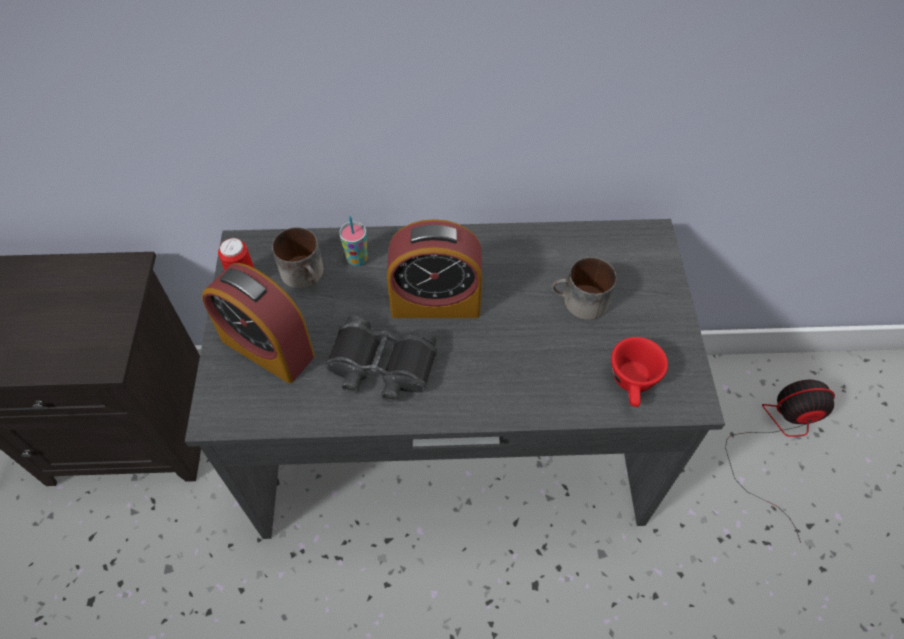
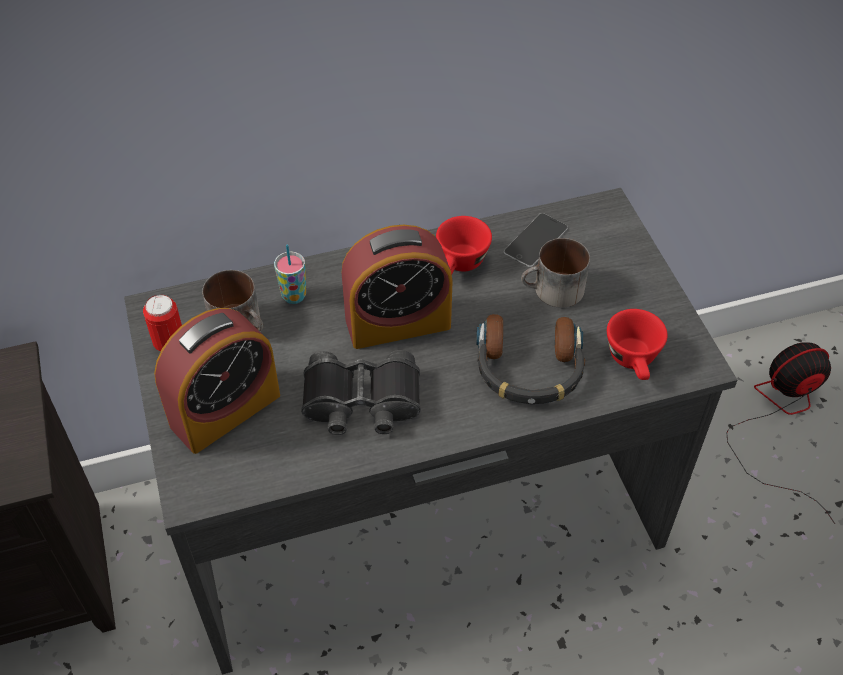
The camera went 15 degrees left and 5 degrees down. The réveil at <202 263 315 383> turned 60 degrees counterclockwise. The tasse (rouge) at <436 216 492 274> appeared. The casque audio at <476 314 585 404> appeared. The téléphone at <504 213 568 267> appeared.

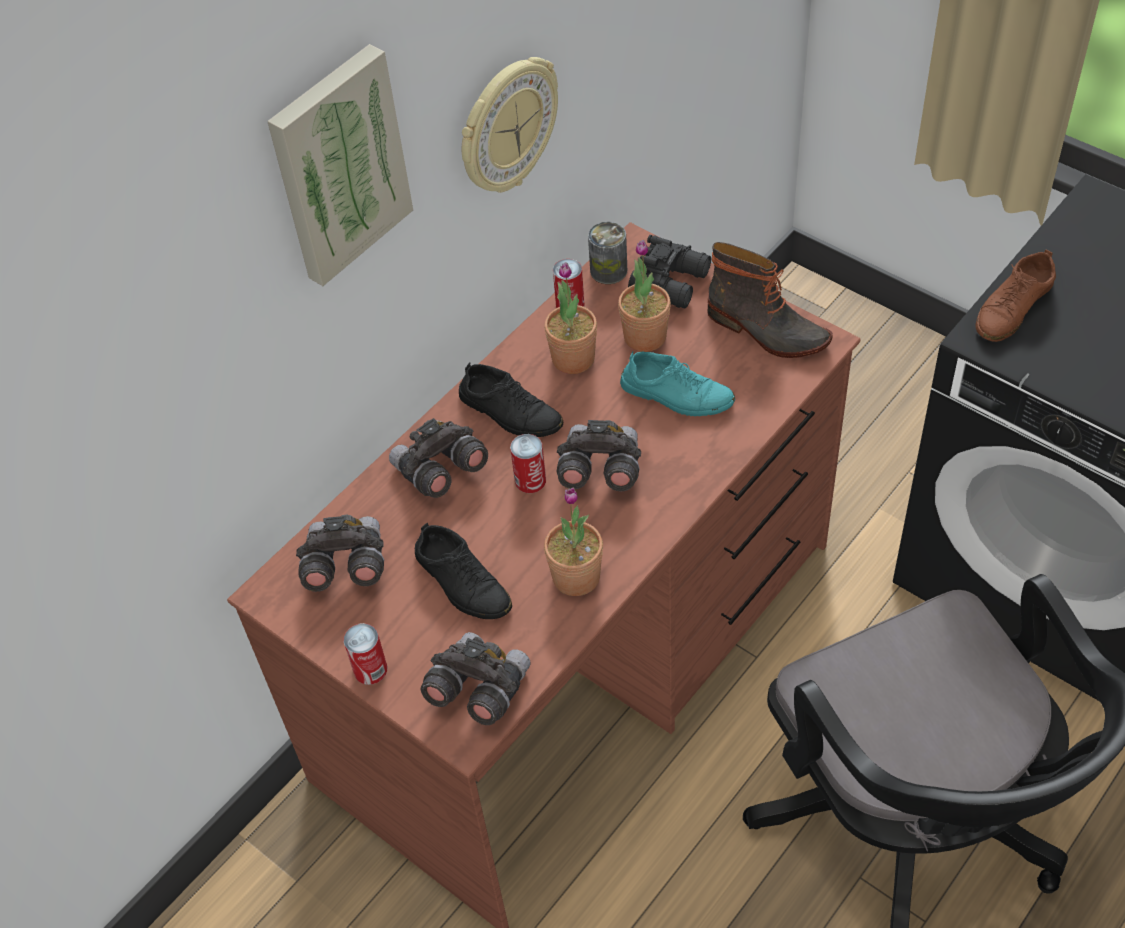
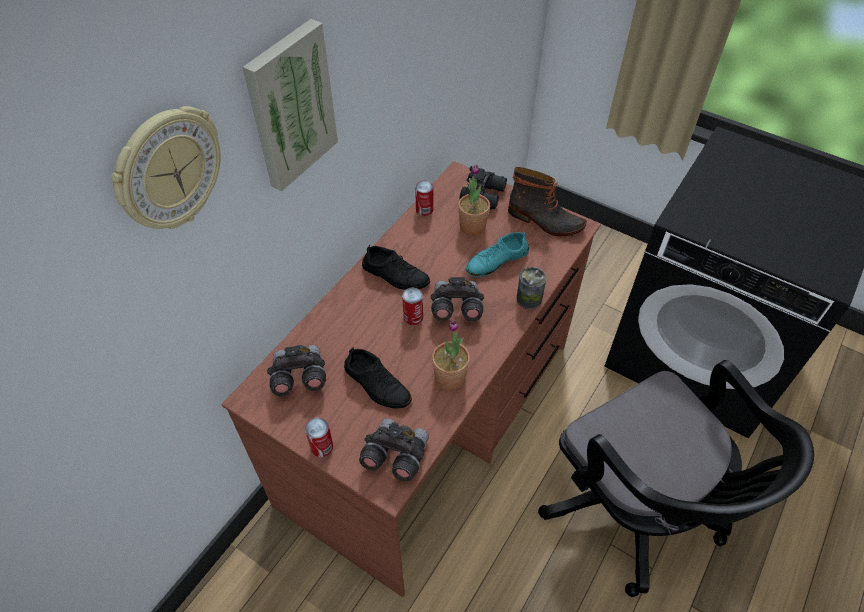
The camera went 10 degrees left and 0 degrees up. The horloge murale moved from <462 57 558 193> to <111 106 221 229>. The chaussure (turquoise) at <620 351 735 416> turned 135 degrees clockwise. The boîte métallique moved from <588 221 627 284> to <517 267 547 309>. The jumelles (gris) at <389 418 488 498> disappeared. The plante en pot at <544 262 597 374> disappeared. The chaussure (marron) at <976 250 1056 342> disappeared.

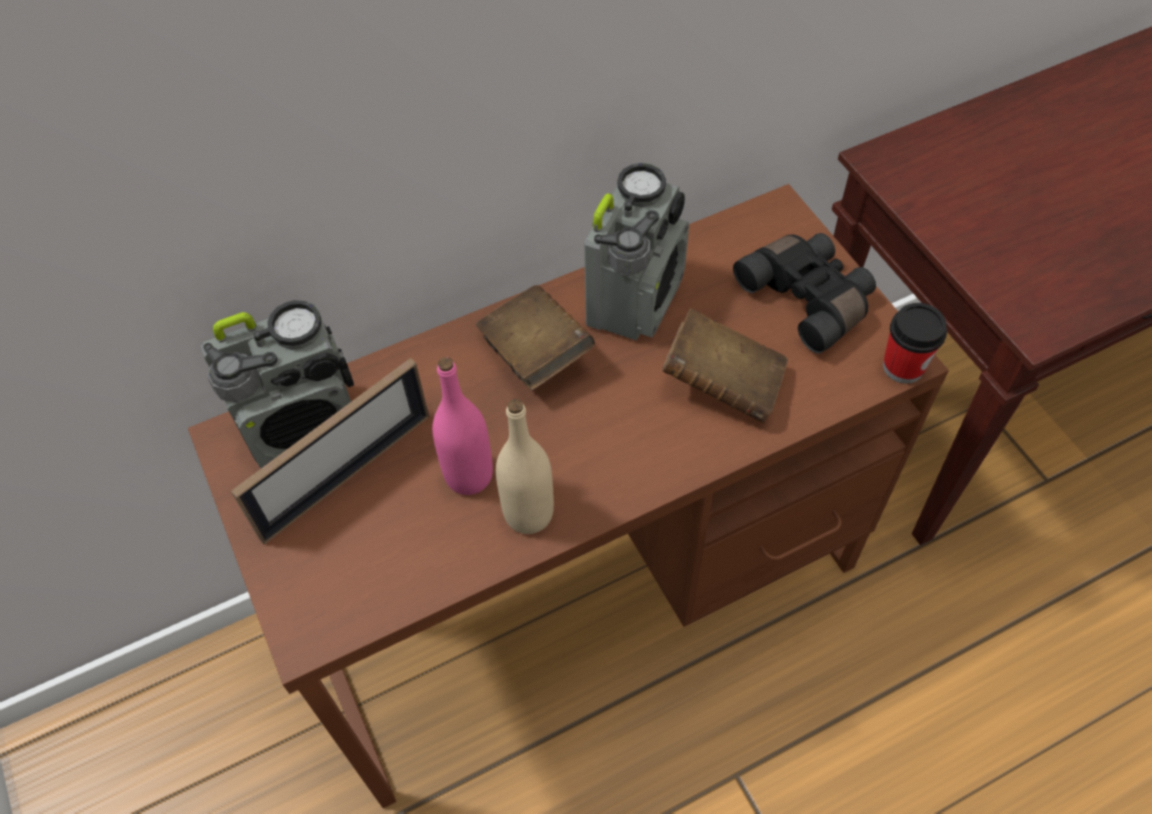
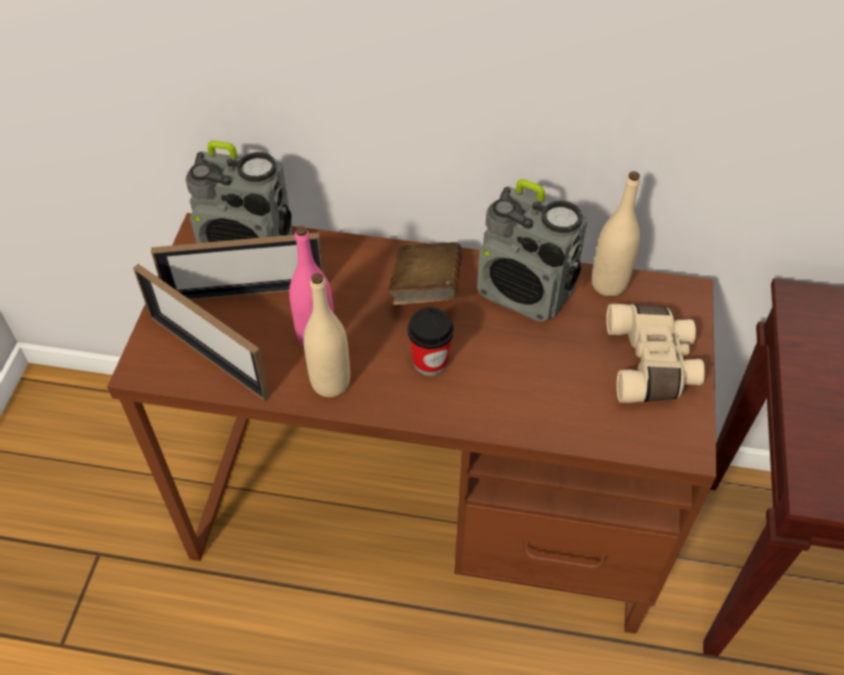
The camera went 35 degrees right and 5 degrees down. The cadre photo at <133 264 270 401> appeared. The tasse moved from <883 303 947 384> to <408 307 454 376>. The radio at <584 163 689 340> turned 60 degrees clockwise. The bouteille (beige) at <592 171 640 297> appeared. The jumelles (noir) at <733 233 876 354> became the jumelles (beige) at <606 304 705 403>. The livre (marron) at <662 309 788 423> disappeared.

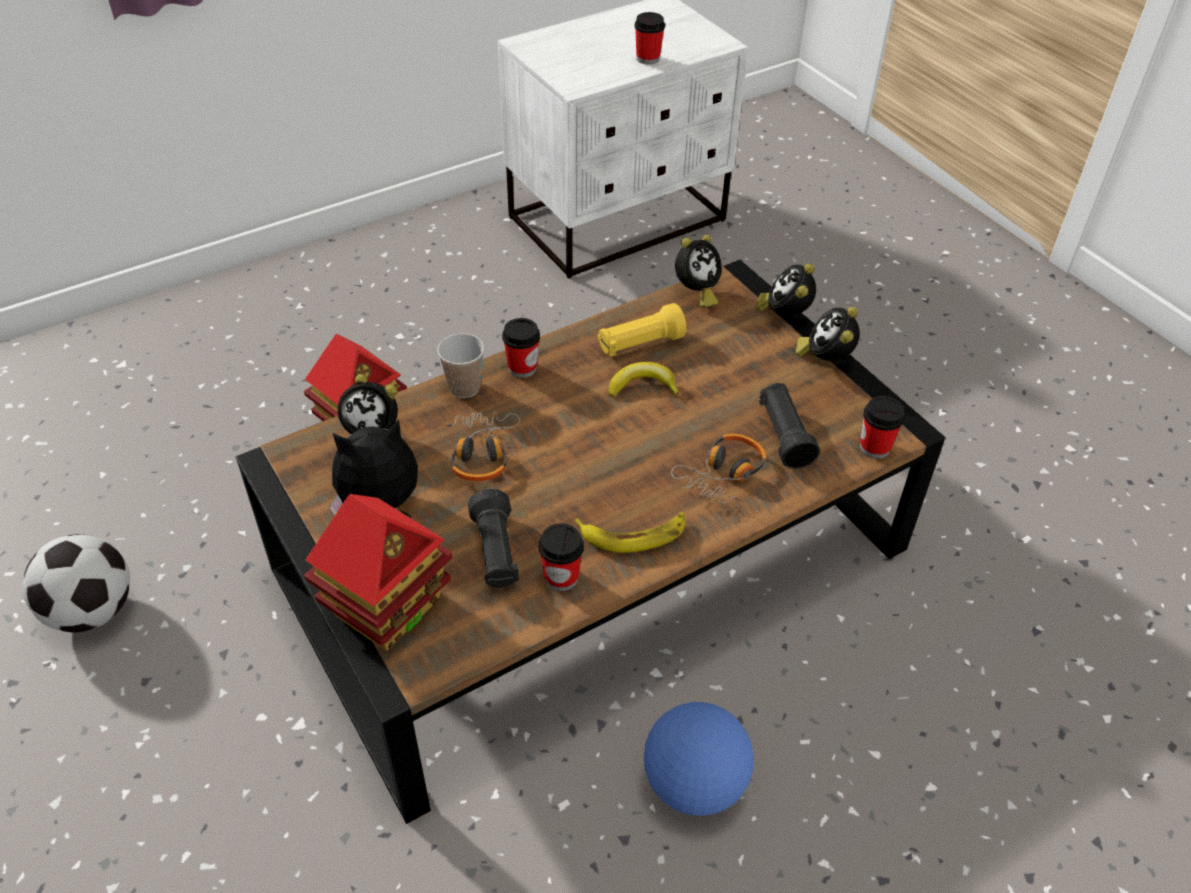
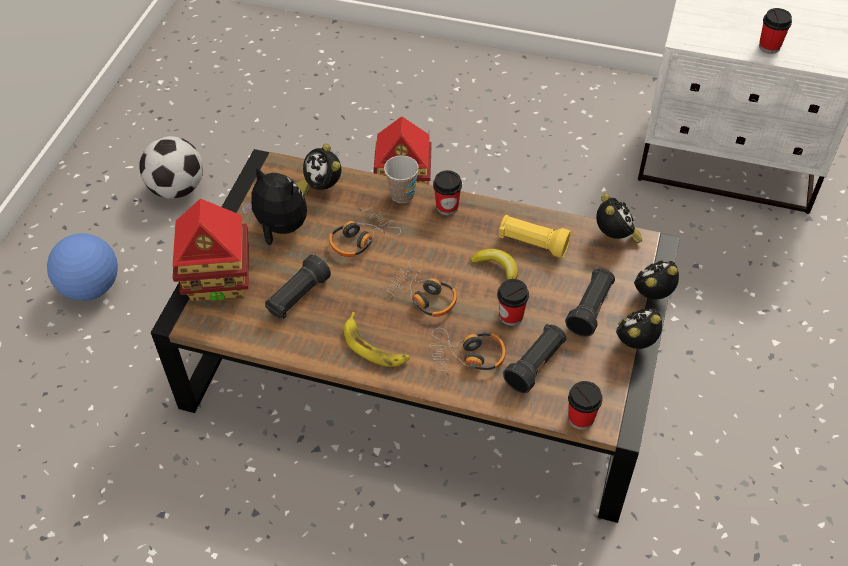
The camera went 50 degrees right and 5 degrees up. The ballon de foot moved from <644 702 754 816> to <47 233 118 301>. The casque audio at <387 260 457 317> appeared. The tasse moved from <539 523 584 591> to <497 279 529 326>. The lampe de poche (noir) at <565 268 615 337> appeared. The réveil at <675 235 722 308> turned 105 degrees counterclockwise.

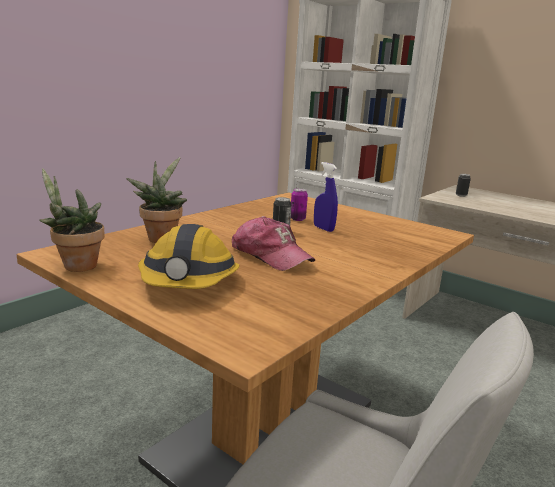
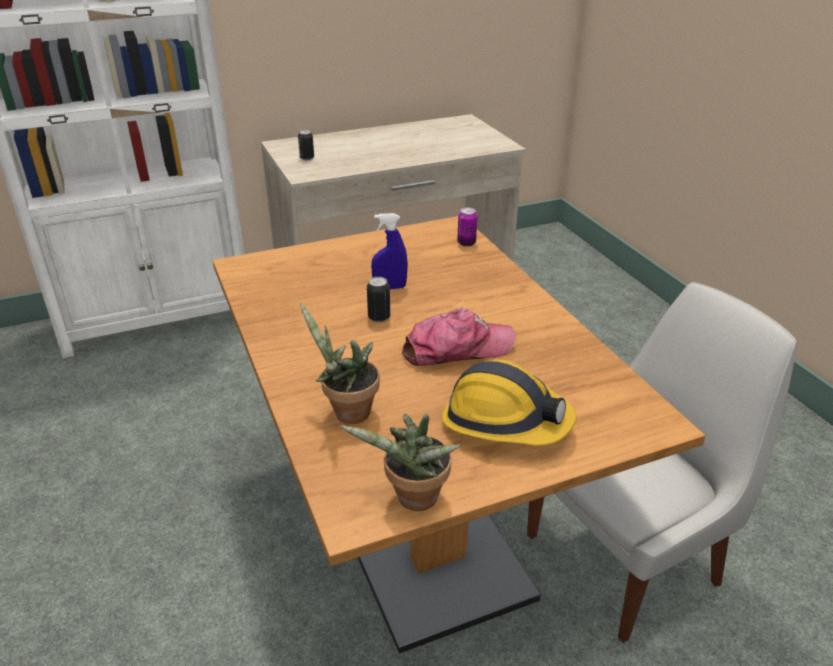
The camera went 60 degrees left and 15 degrees up. The boîte métallique moved from <291 188 308 221> to <457 208 477 247>.

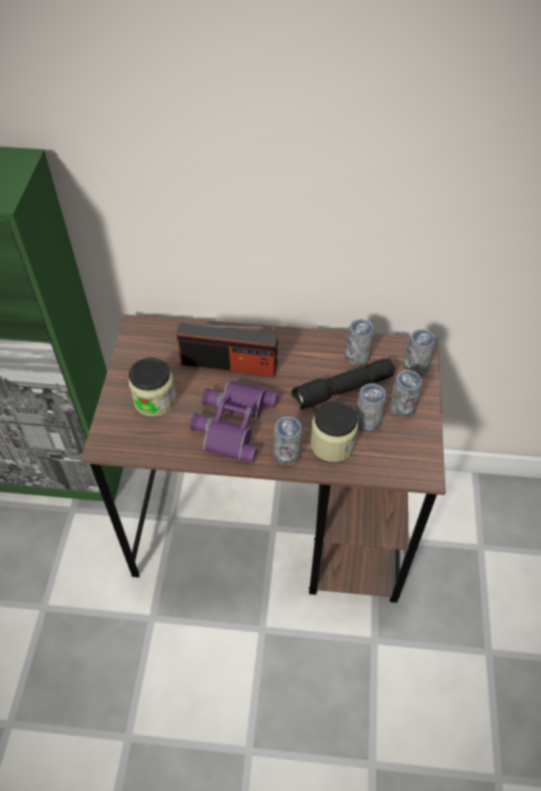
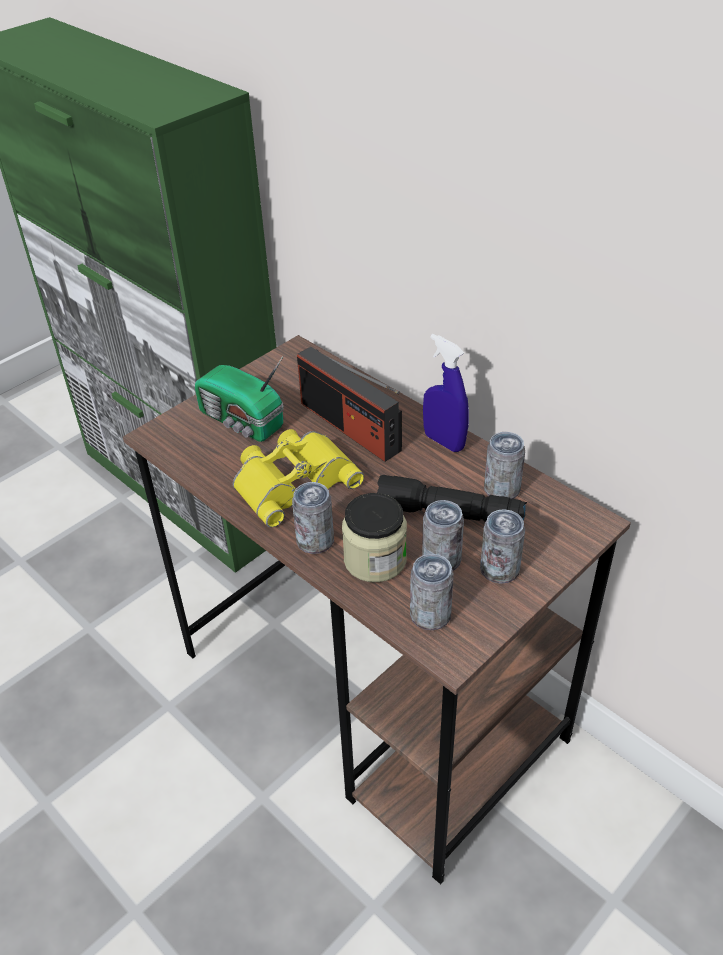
The camera went 40 degrees right and 10 degrees down. The bocal at <129 358 176 417> was replaced by the radio at <195 356 284 442>. The jumelles (violet) at <190 380 279 463> became the jumelles (jaune) at <233 429 364 528>. The boîte métallique moved from <403 329 435 375> to <410 554 454 630>. The vaporisateur (bleu) at <423 334 469 452> appeared.

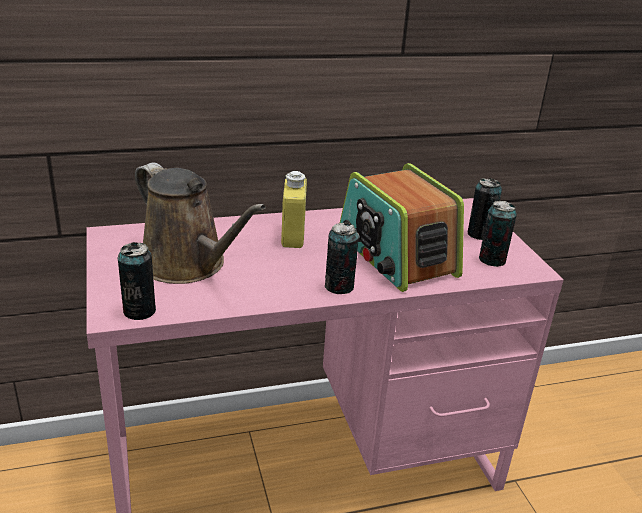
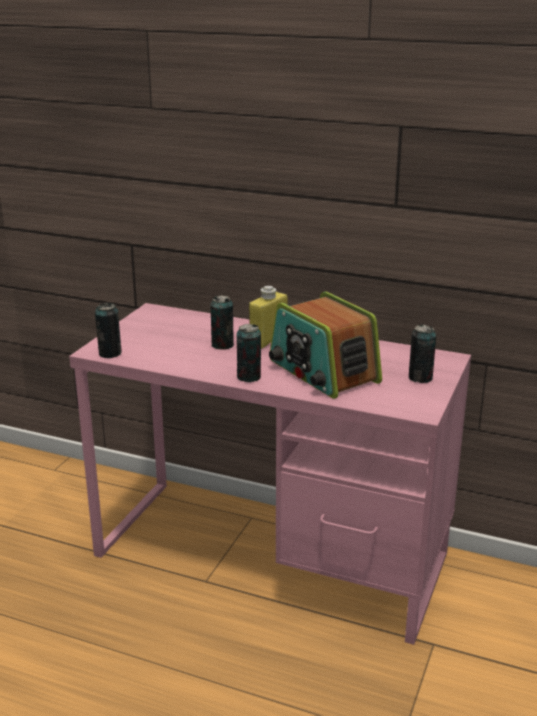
The camera went 40 degrees right and 5 degrees down. The boîte métallique moved from <479 201 517 267> to <210 295 234 350>. The radio at <340 163 464 292> turned 45 degrees counterclockwise. The arrosoir (marron) at <135 163 266 284> disappeared.

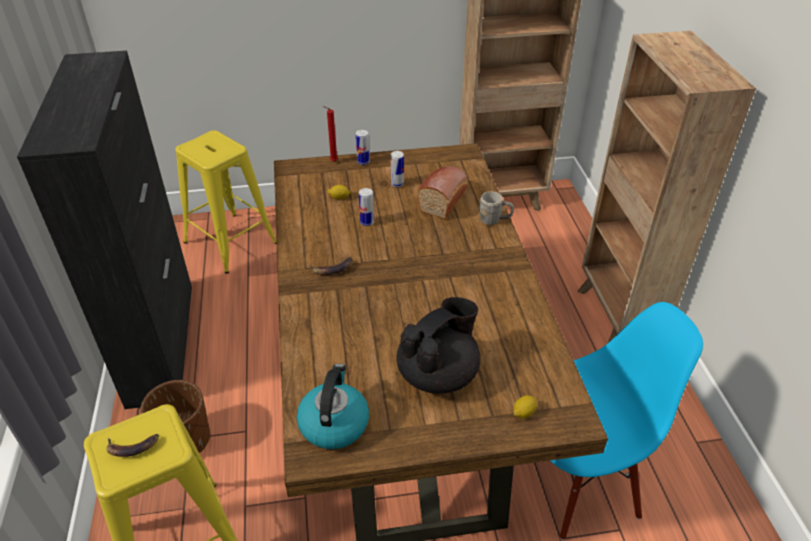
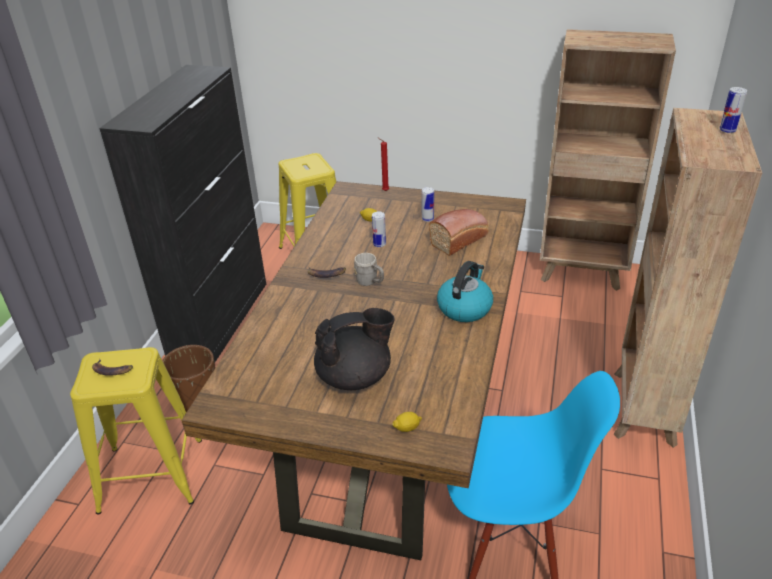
The camera went 25 degrees right and 5 degrees down. The mug (gris) moved from <479 192 514 225> to <354 253 384 286>. The bouilloire moved from <297 364 369 449> to <437 261 493 322>. The boîte métallique moved from <356 130 370 165> to <720 87 747 133>.

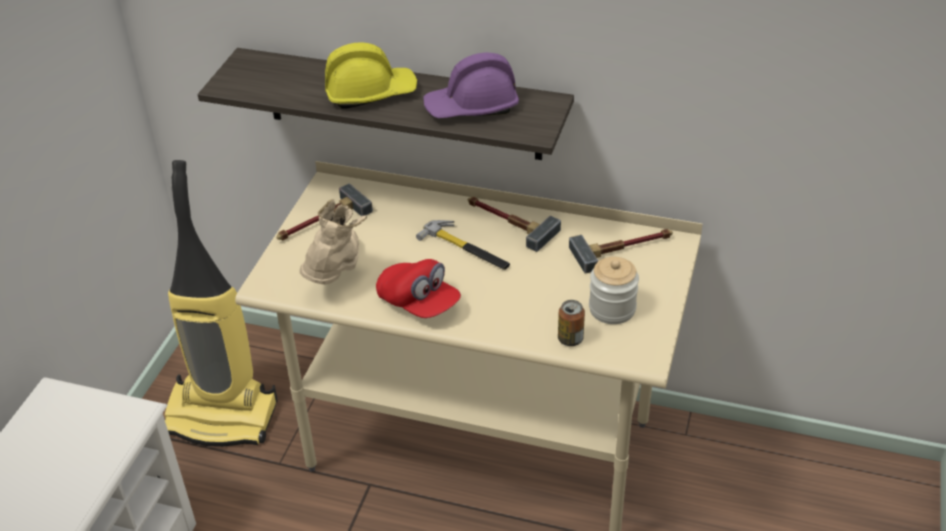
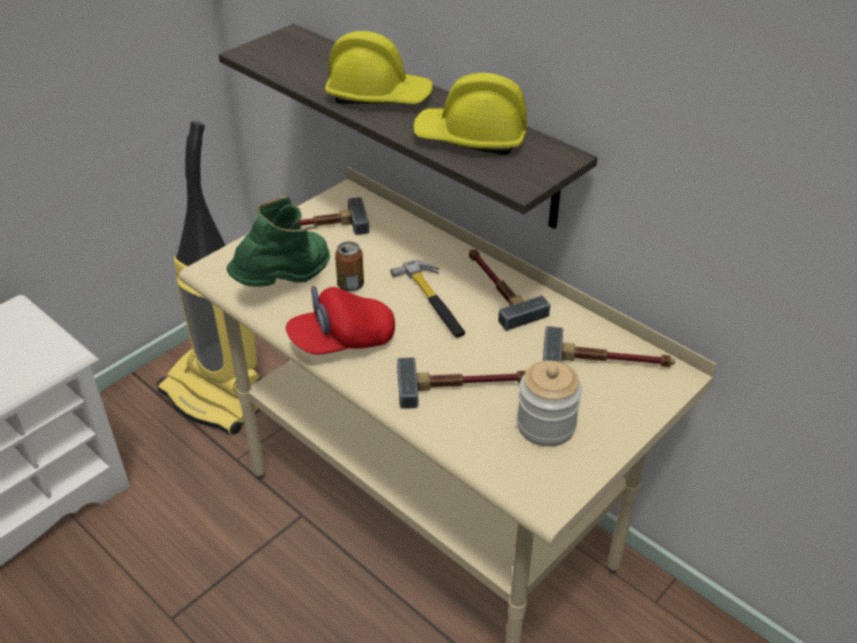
The camera went 25 degrees right and 0 degrees up. The botte (beige) at <299 199 367 285> became the botte (vert) at <227 196 330 287>. The casquette (rouge) at <376 259 461 318> turned 90 degrees clockwise. The boîte métallique moved from <558 300 585 346> to <335 241 364 292>. The marteau at <397 357 526 409> appeared. The casque de chantier (violet) at <423 53 519 118> became the casque de chantier (jaune) at <413 73 527 155>.

